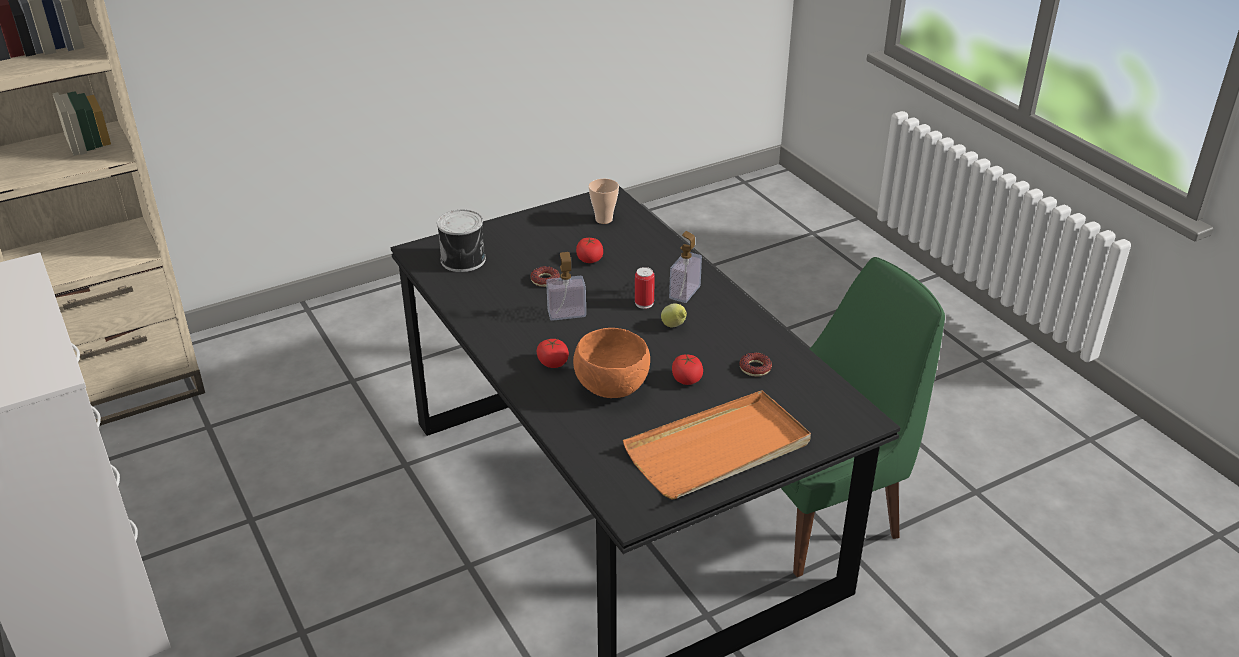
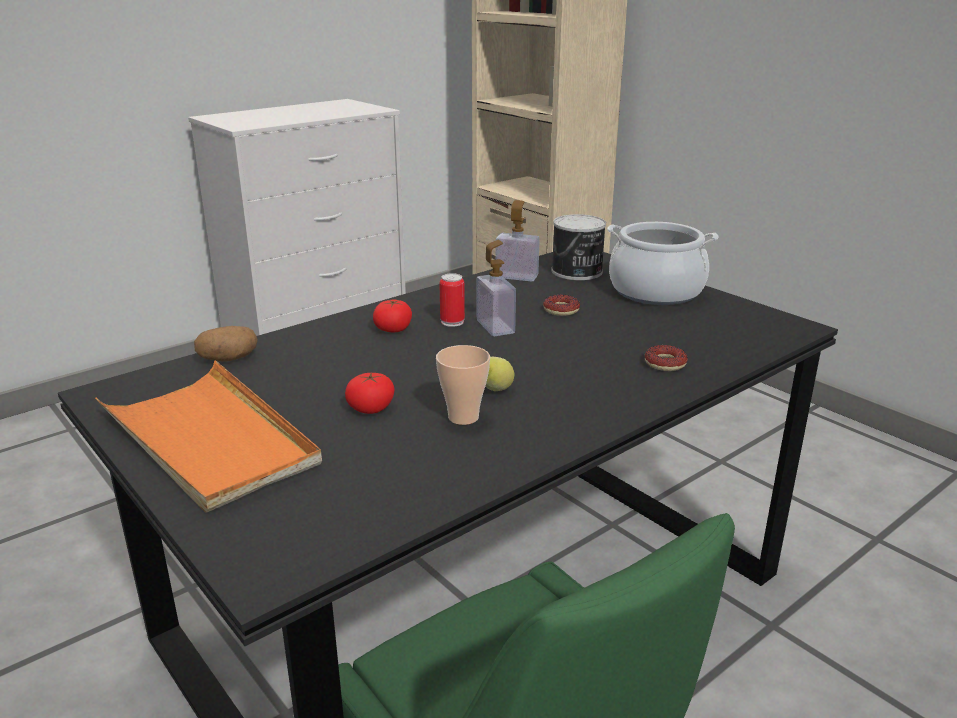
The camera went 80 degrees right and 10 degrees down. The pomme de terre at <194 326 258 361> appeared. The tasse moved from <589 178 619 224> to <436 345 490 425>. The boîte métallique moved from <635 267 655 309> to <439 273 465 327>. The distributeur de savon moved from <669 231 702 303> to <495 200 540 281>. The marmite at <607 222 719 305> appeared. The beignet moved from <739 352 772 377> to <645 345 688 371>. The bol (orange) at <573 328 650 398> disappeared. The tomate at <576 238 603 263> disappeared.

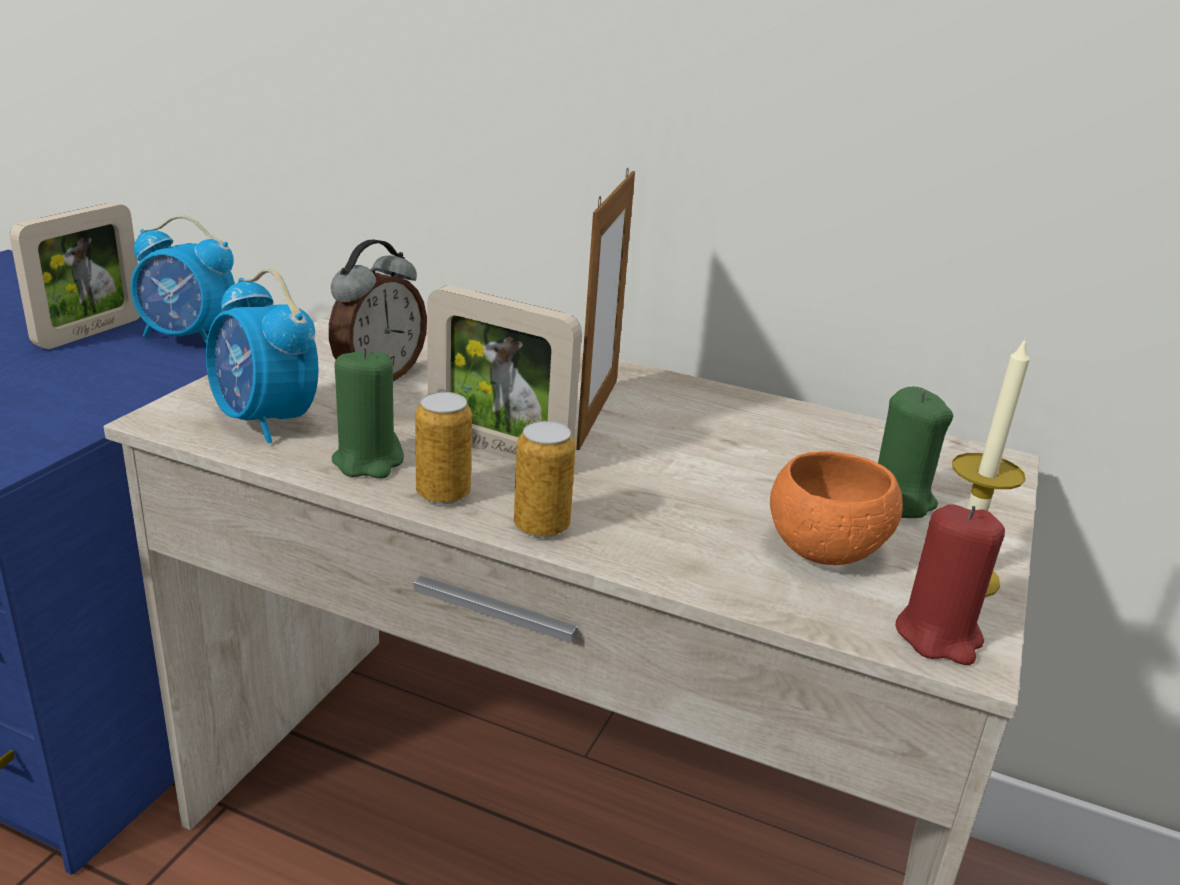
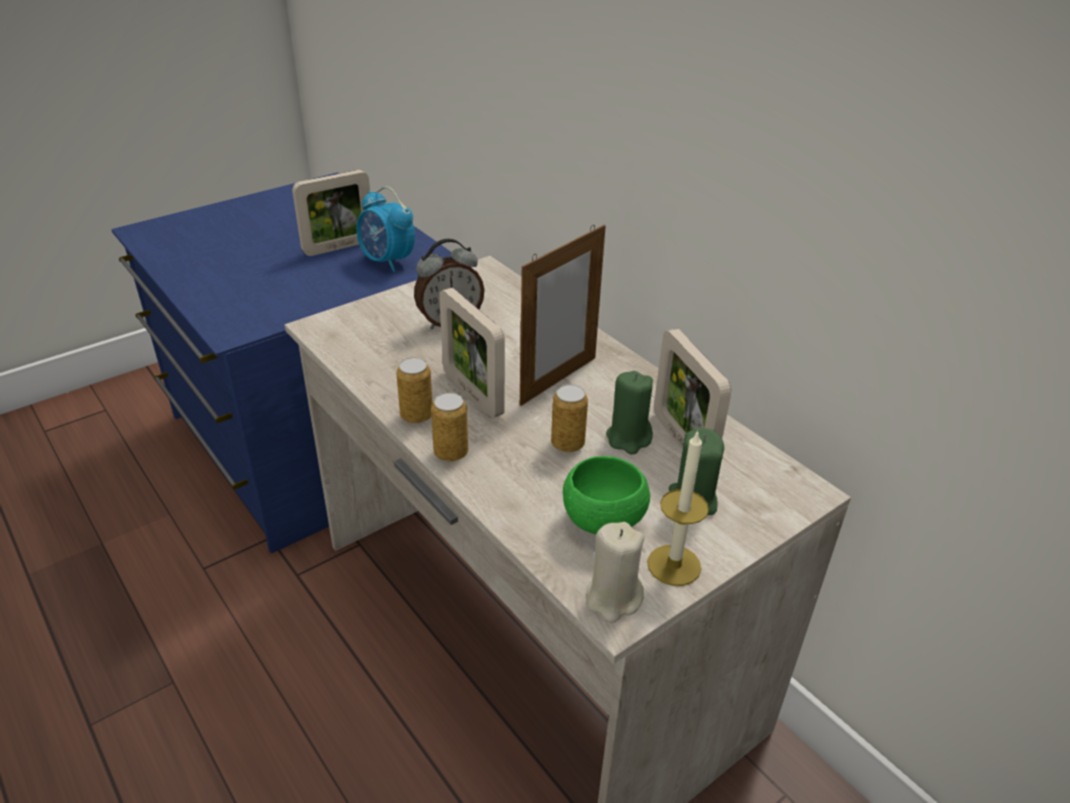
The camera went 30 degrees right and 10 degrees up. The boîte métallique at <551 384 588 452> appeared. The bol (orange) at <770 451 903 565> became the bol (vert) at <563 456 650 534>. The bougie (rouge) at <896 504 1005 665> became the bougie (beige) at <586 522 644 623>. The bougie (vert) moved from <332 347 404 479> to <606 371 653 454>. The cadre photo at <654 329 731 450> appeared. The réveil at <206 269 319 444> disappeared.

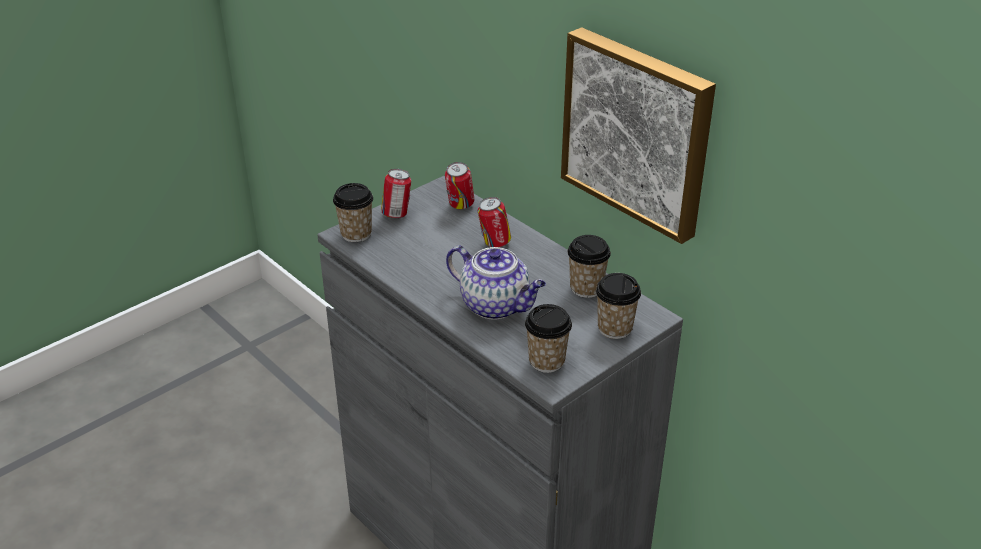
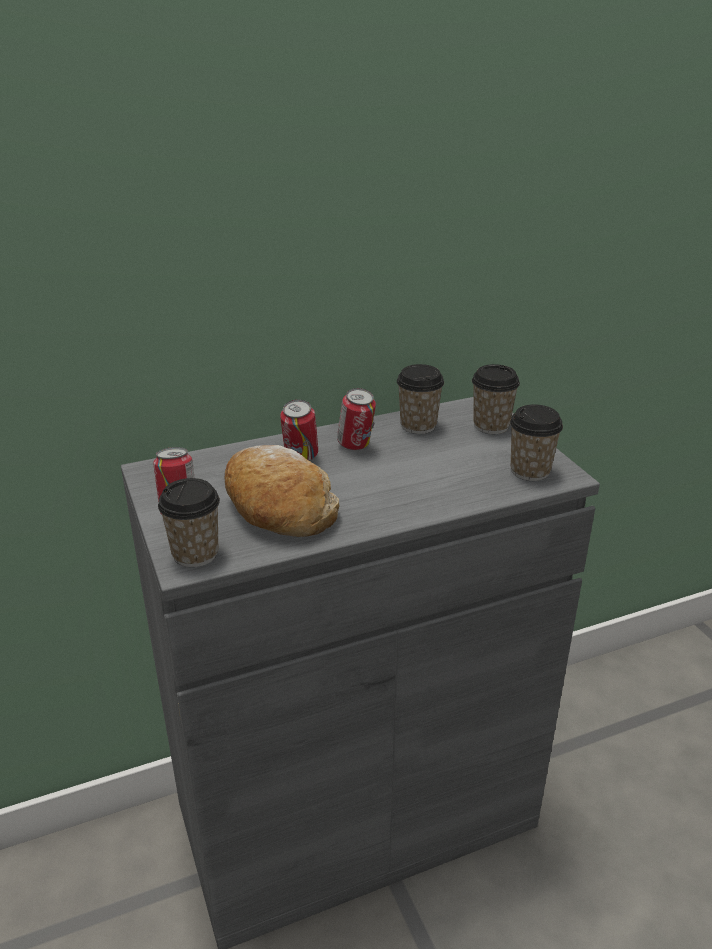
The camera went 70 degrees left and 5 degrees down. The pain at <224 445 339 537> appeared. The boîte métallique moved from <445 162 474 209> to <337 388 376 450>. The théière at <446 245 546 320> disappeared. The tableau at <561 27 716 244> disappeared.

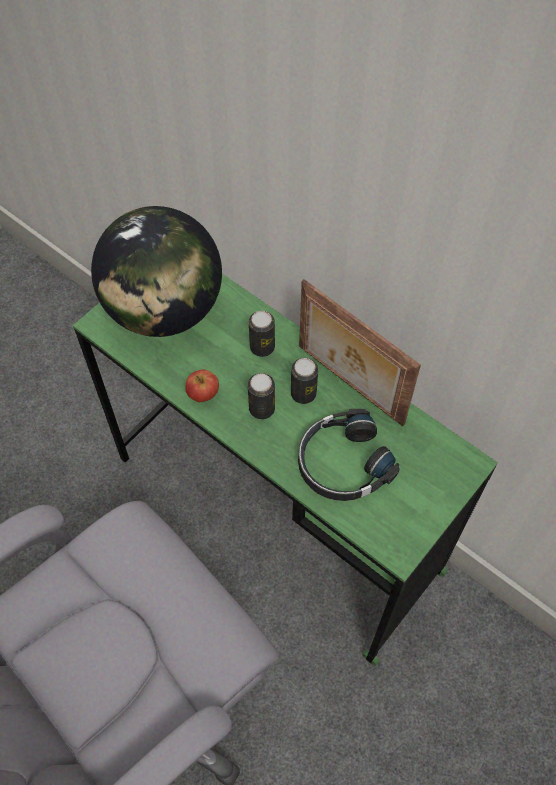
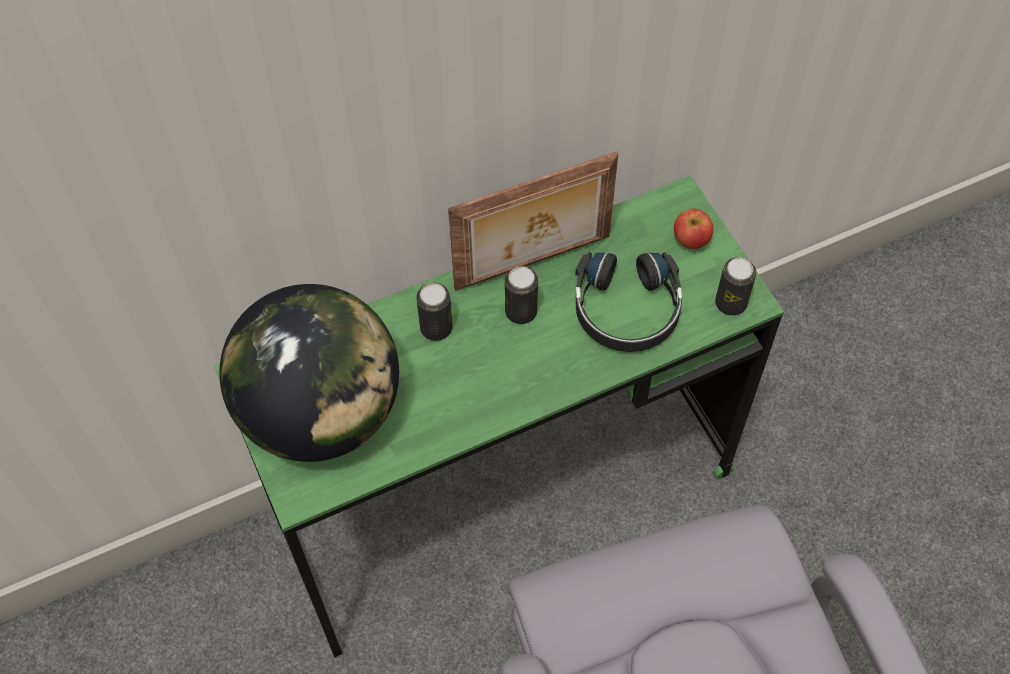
The camera went 65 degrees left and 0 degrees up. The pomme moved from <185 370 219 402> to <674 209 713 249>. The boîte métallique moved from <248 373 275 419> to <715 257 756 316>.

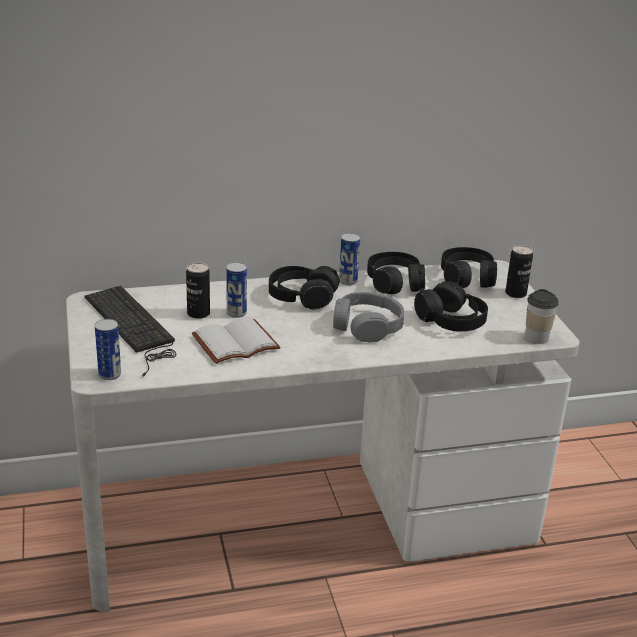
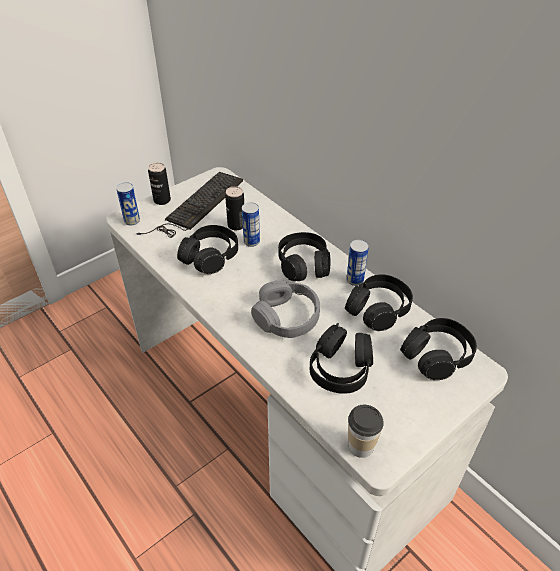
The camera went 65 degrees right and 15 degrees up. The boîte métallique moved from <505 245 533 298> to <148 162 171 205>. The livre (blanc) at <192 317 280 364> was replaced by the casque audio (noir) at <177 225 238 274>.

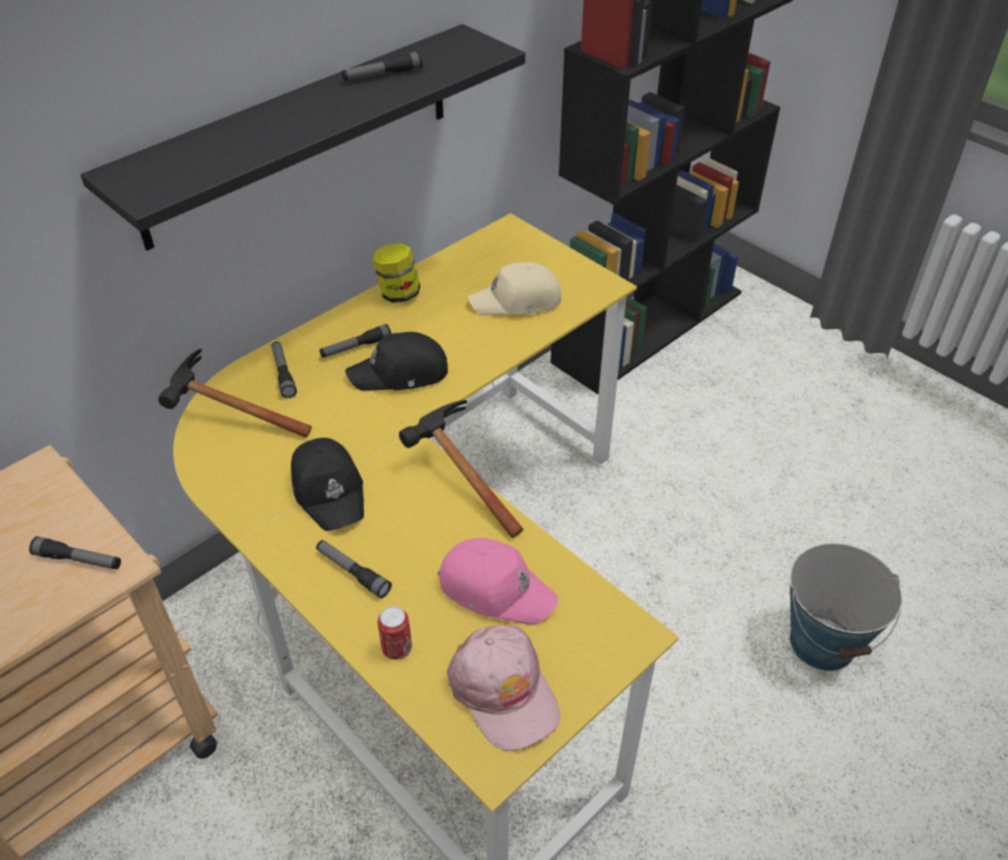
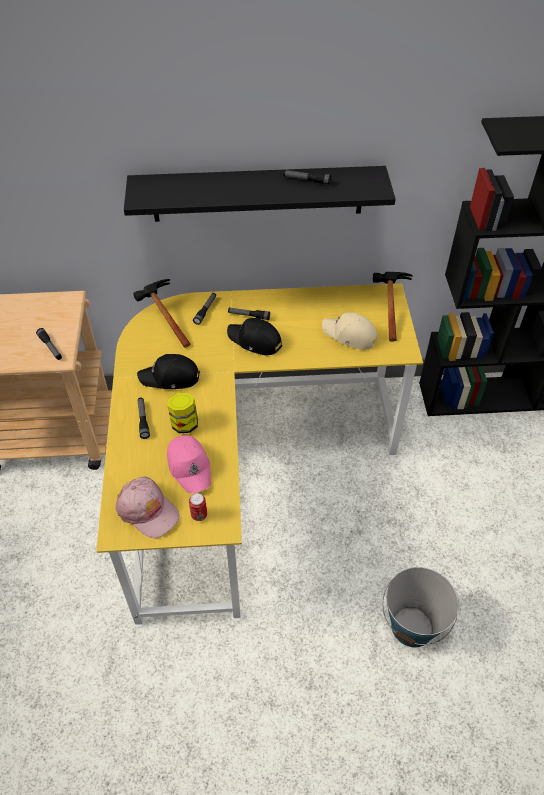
The camera went 40 degrees right and 5 degrees up. The casquette (rose) at <447 625 560 751> turned 60 degrees counterclockwise. The casquette (noir) at <291 438 364 531> turned 75 degrees clockwise. The bocal moved from <372 243 420 303> to <167 392 198 433>. The boîte métallique moved from <377 606 412 660> to <189 493 207 521>. The marteau moved from <399 400 523 538> to <373 272 413 341>.

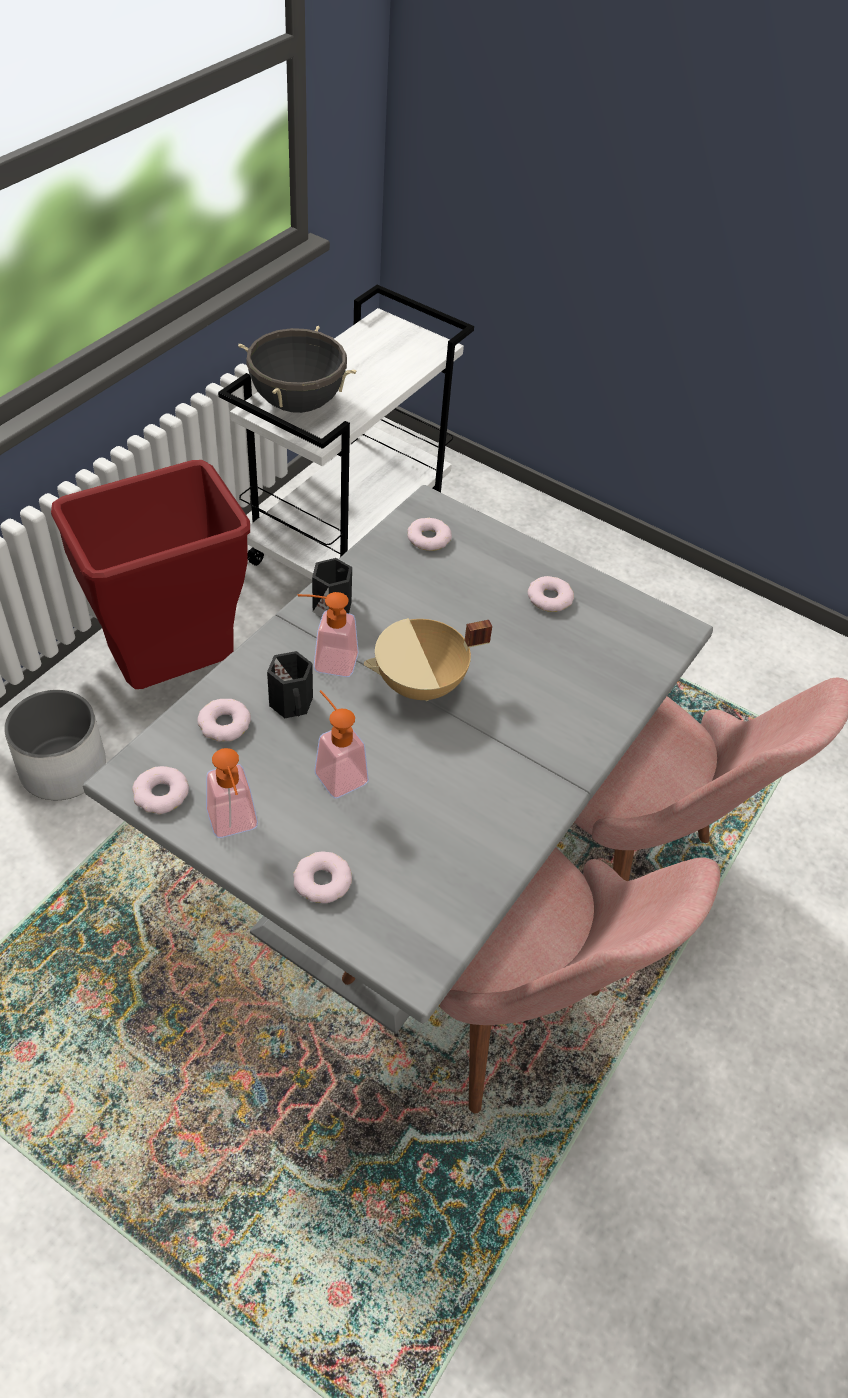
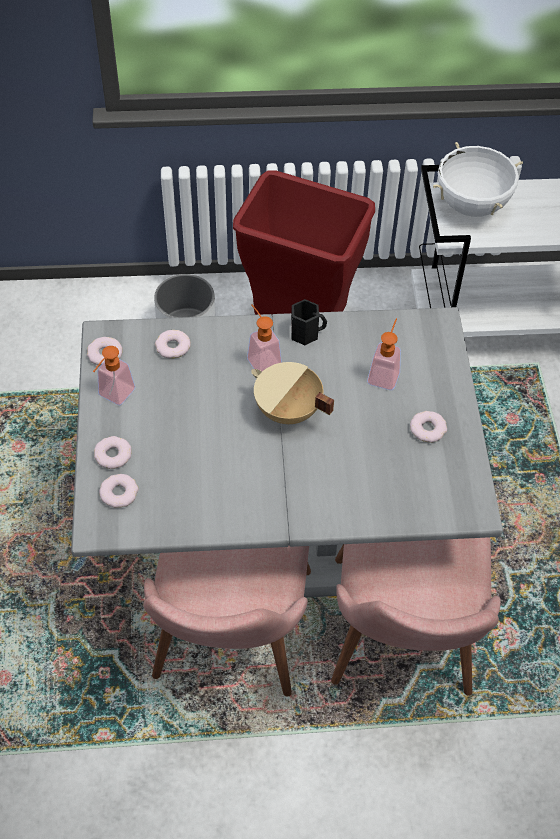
The camera went 55 degrees right and 5 degrees up. The beignet moved from <407 518 452 551> to <99 474 139 508>. The distributeur de savon moved from <314 690 369 798> to <367 318 401 390>. The marmite (noir) at <238 326 356 413> became the marmite (blanc) at <433 142 523 217>. The mug (noir) at <267 651 313 718> disappeared.

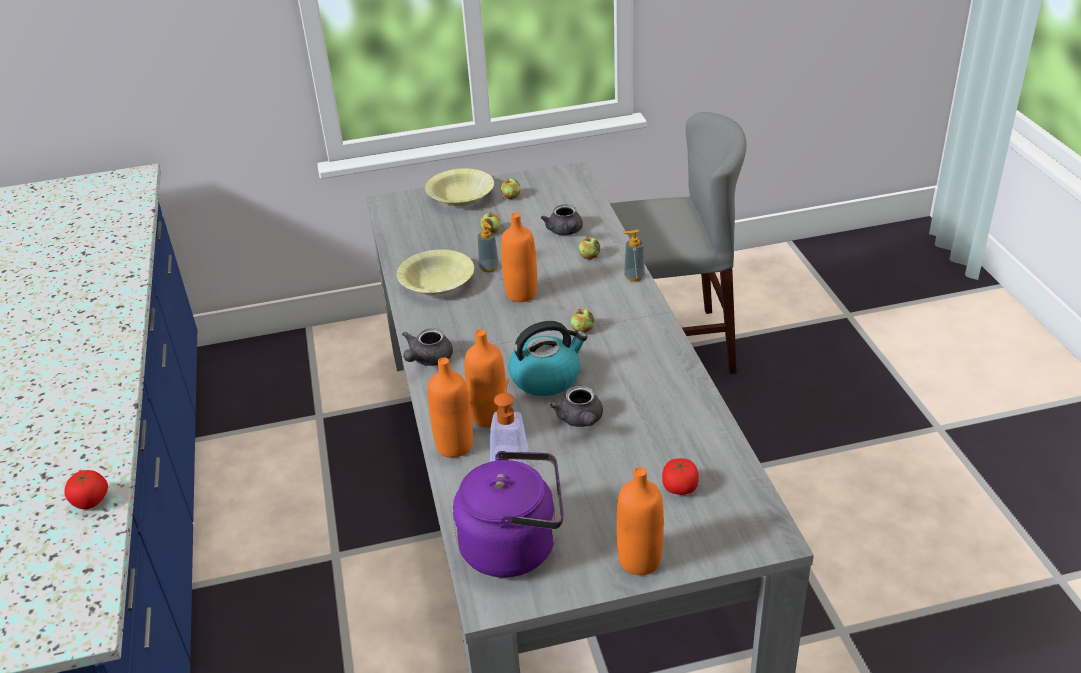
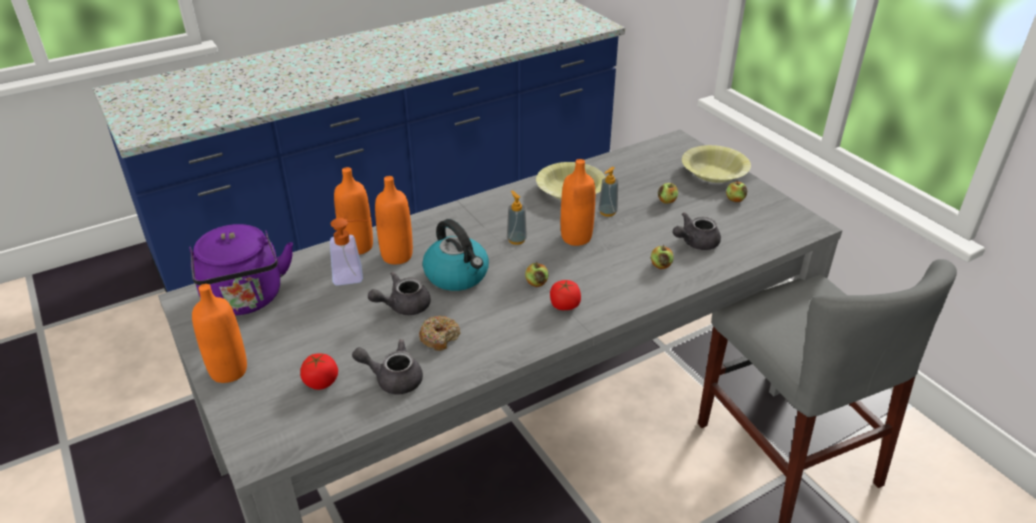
The camera went 70 degrees right and 0 degrees up. The théière (gris) moved from <402 328 453 366> to <352 339 423 395>. The beignet at <419 316 460 351> appeared. The distributeur de savon moved from <624 229 645 282> to <507 191 527 245>. The tomate moved from <64 470 108 509> to <550 280 581 310>.

